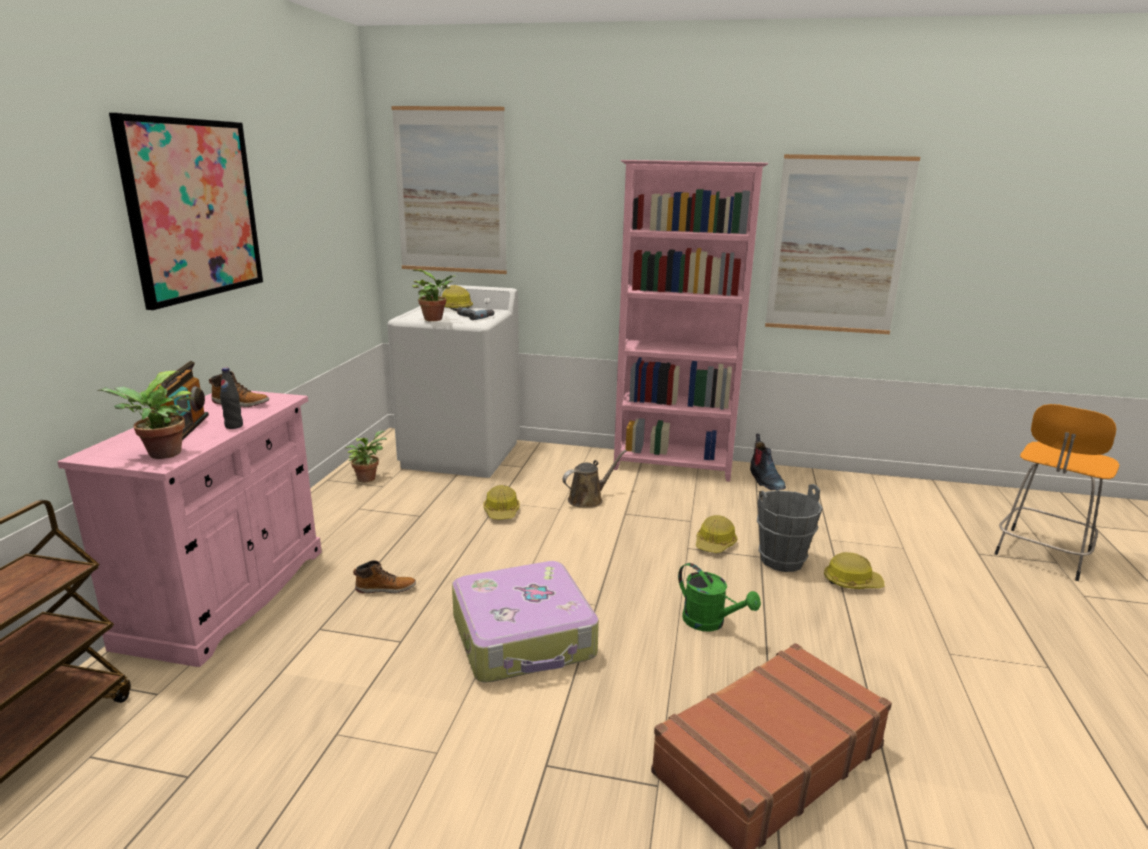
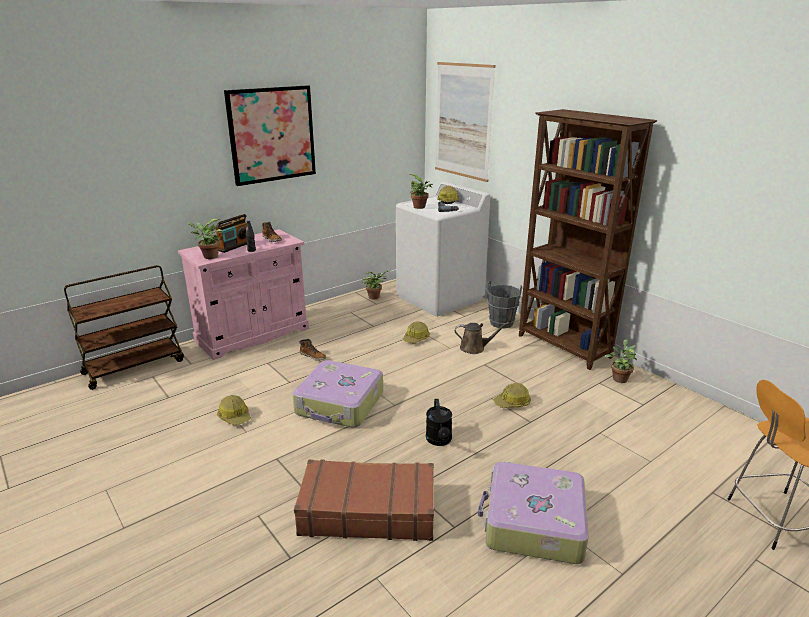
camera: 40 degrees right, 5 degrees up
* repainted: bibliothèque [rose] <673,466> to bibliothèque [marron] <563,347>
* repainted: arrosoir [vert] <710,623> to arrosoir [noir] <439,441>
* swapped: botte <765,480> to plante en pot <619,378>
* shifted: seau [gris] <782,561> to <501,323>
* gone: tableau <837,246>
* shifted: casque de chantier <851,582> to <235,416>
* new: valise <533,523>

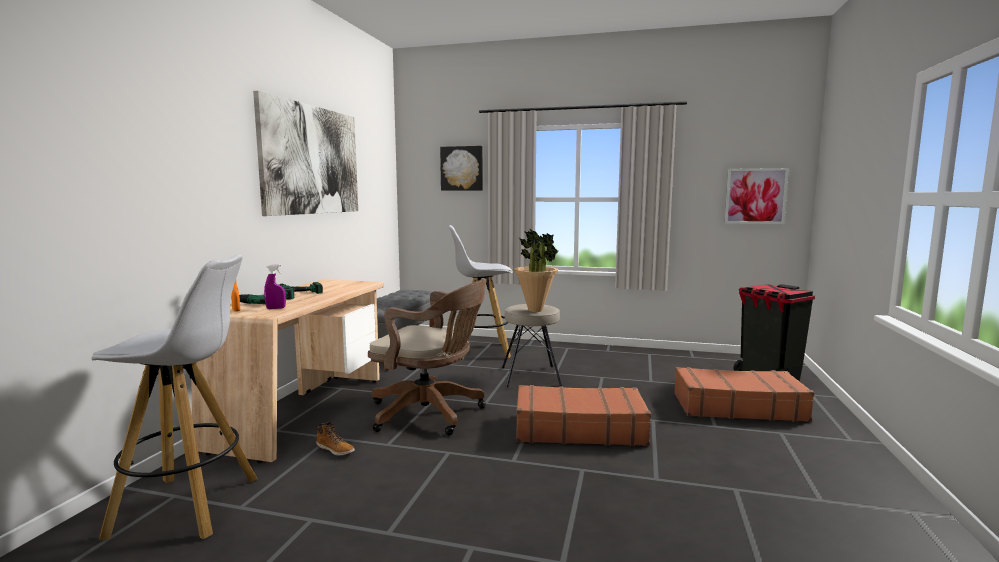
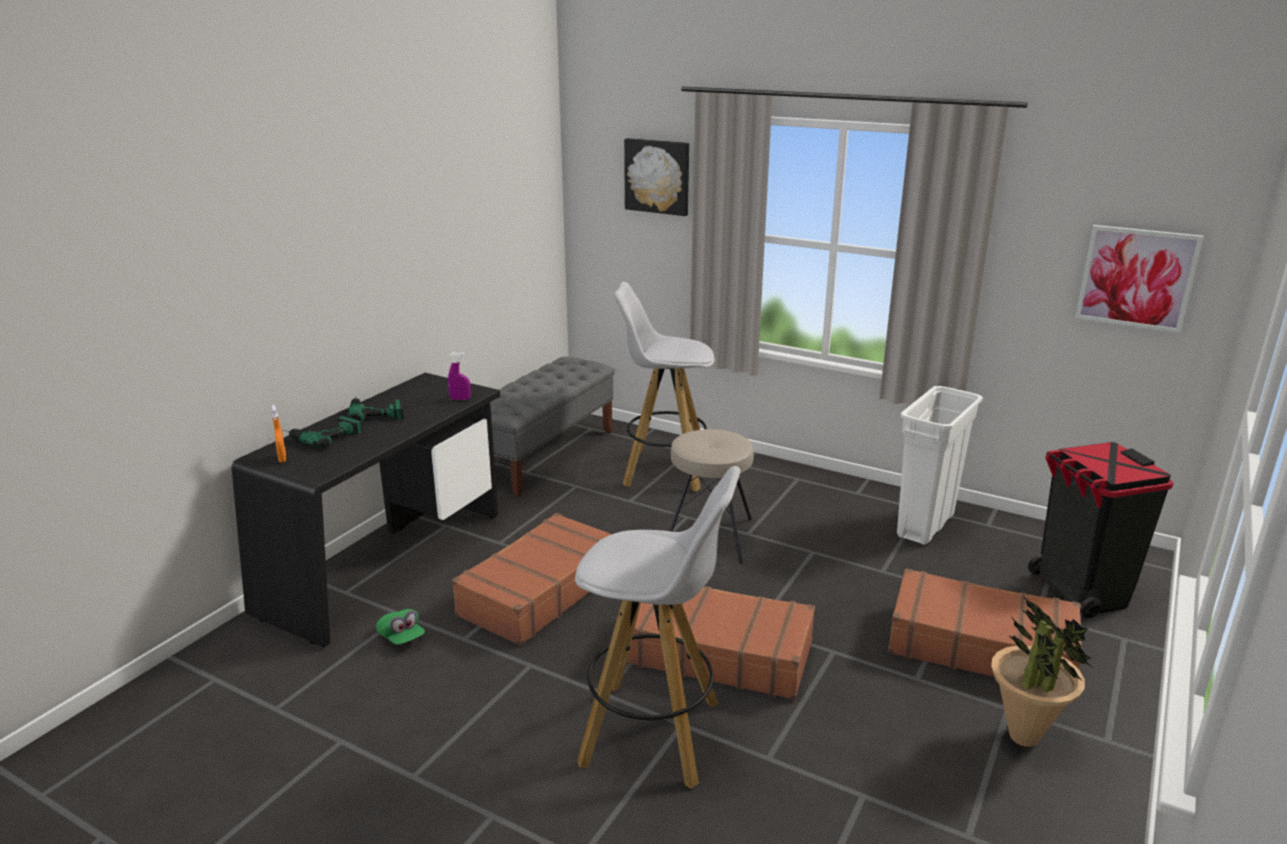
camera: 15 degrees right, 15 degrees up
* shifted: tabouret [blanc] <189,506> to <654,734>
* repainted: bureau [beige] <305,411> to bureau [noir] <388,563>
* gone: tableau <311,160>
* shifted: vaporisateur [violet] <276,308> to <460,399>
* swapped: botte <335,449> to casquette [vert] <401,637>
* swapped: chaise de bureau [marron] <431,414> to valise [marron] <539,592>
* shifted: plante en pot <535,310> to <1024,737>
* new: poubelle [blanc] <925,526>

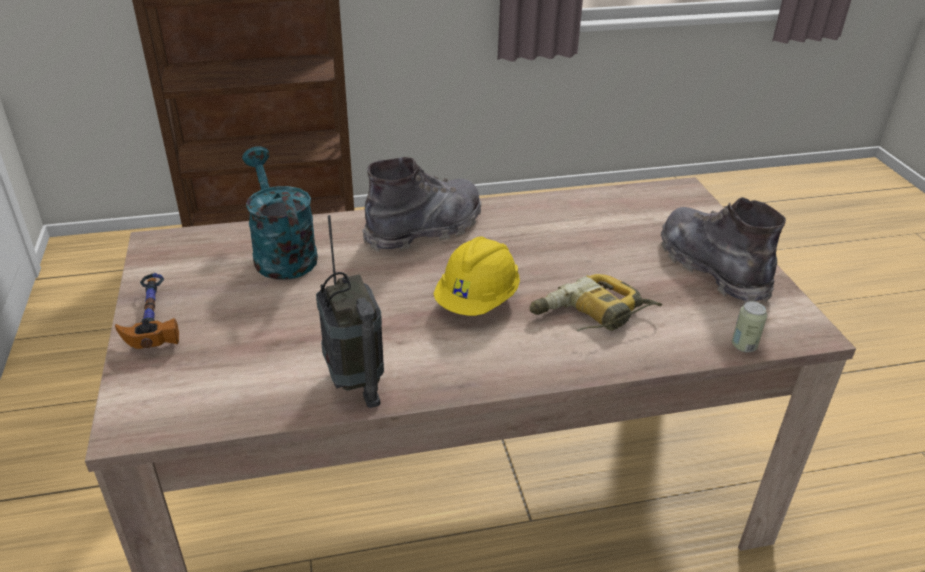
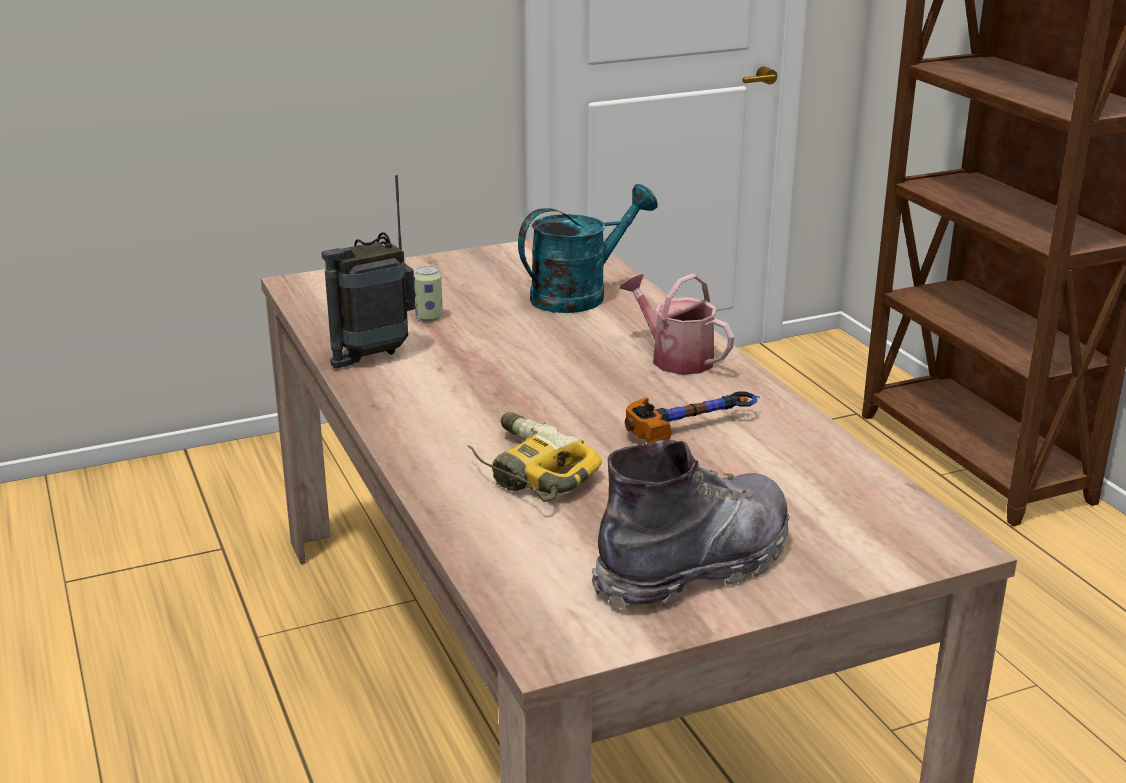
camera: 80 degrees right, 10 degrees down
* shifted: marteau <151,318> to <692,426>
* swapped: botte [gris] <425,230> to arrosoir <675,358>
* gone: casque de chantier [jaune] <477,301>
* shifted: boîte métallique <744,346> to <429,317>

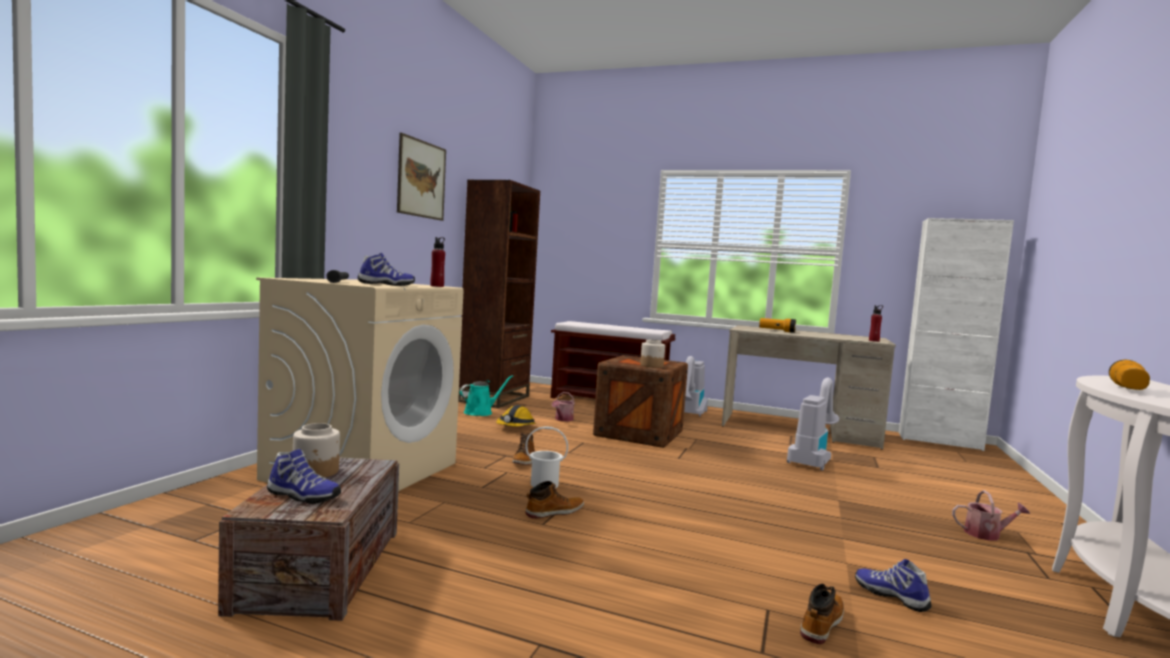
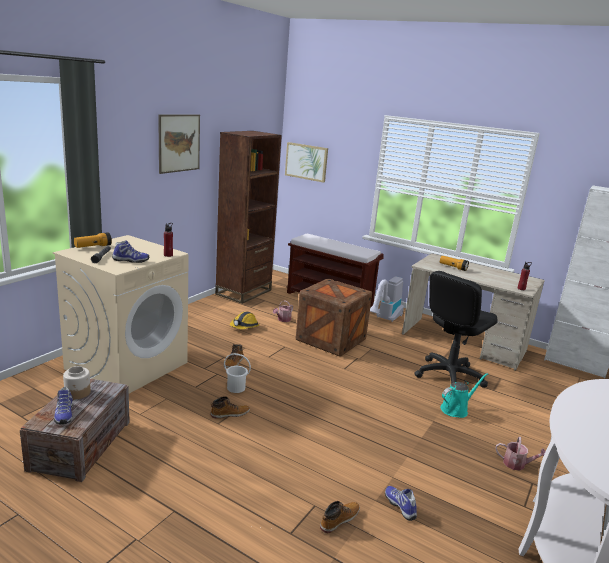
camera: 10 degrees right, 15 degrees up
* rotated: chaussure <301,496> = <63,414> 45 degrees clockwise
* shifted: arrosoir [turquoise] <480,412> to <456,409>
* gone: bocal <652,365>
* swapped: aspirateur <813,458> to chaise de bureau [noir] <449,376>
* shifted: lampe de poche <1128,389> to <93,247>
* new: tableau <306,162>

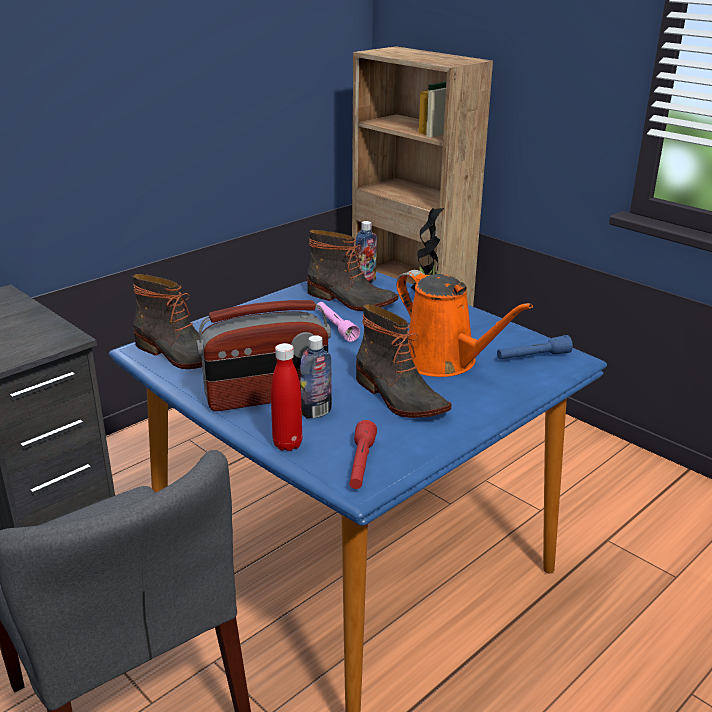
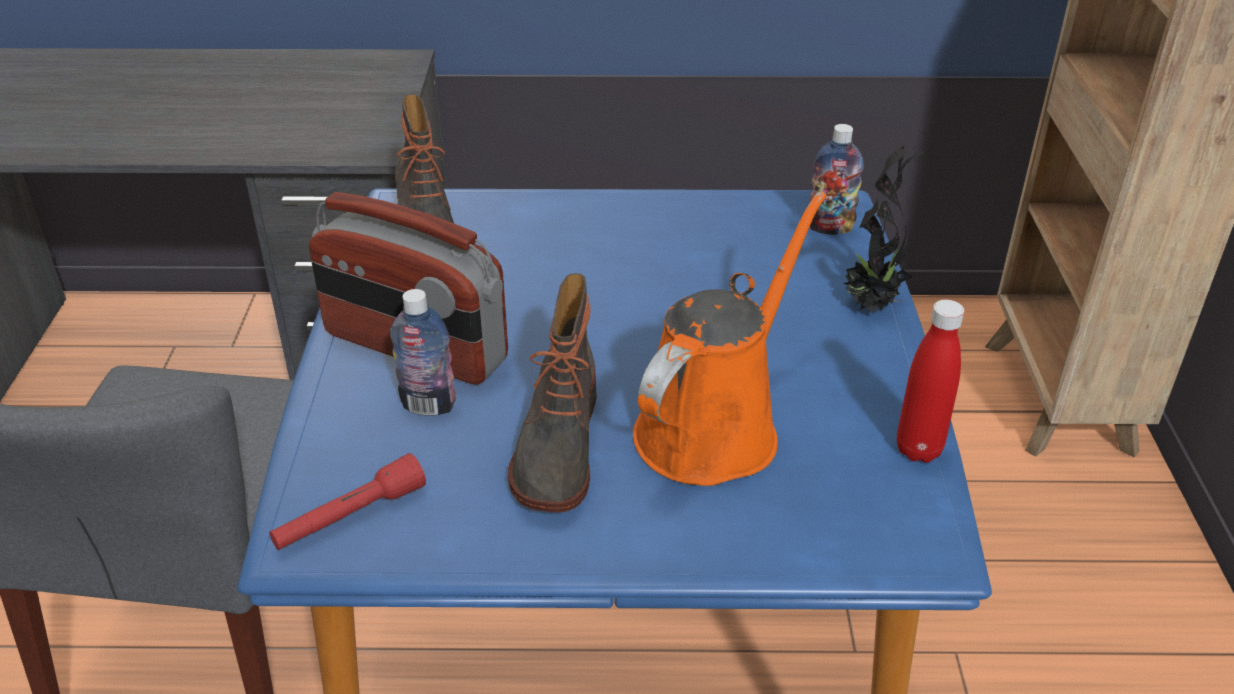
camera: 45 degrees right, 10 degrees up
* shifted: bouteille [rouge] <287,444> to <918,449>
* gone: botte <350,300>
* gone: lampe de poche [rose] <335,327>
* rotated: arrosoir [orange] <444,361> = <714,427> 150 degrees counterclockwise
* gone: lampe de poche [bleu] <532,357>

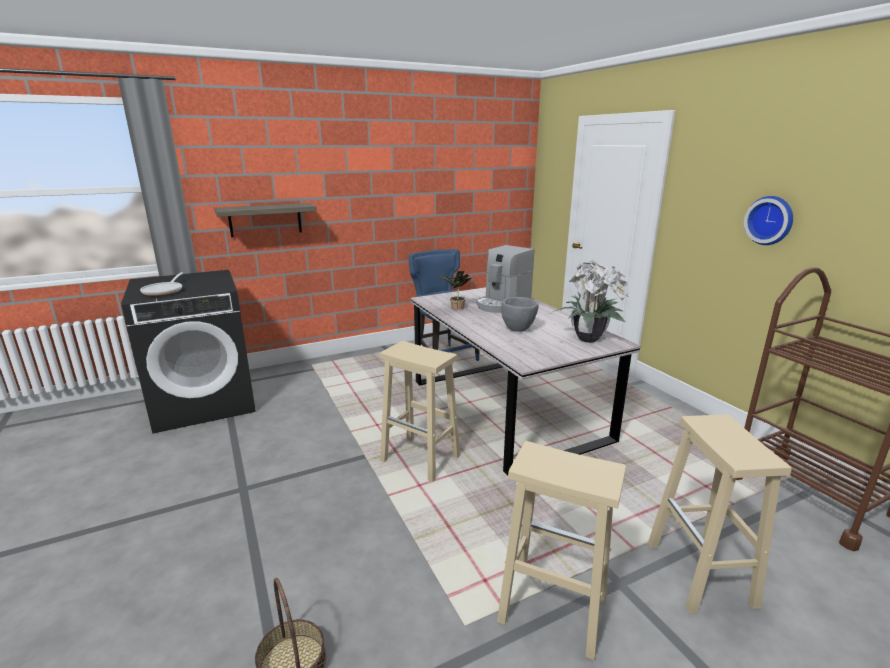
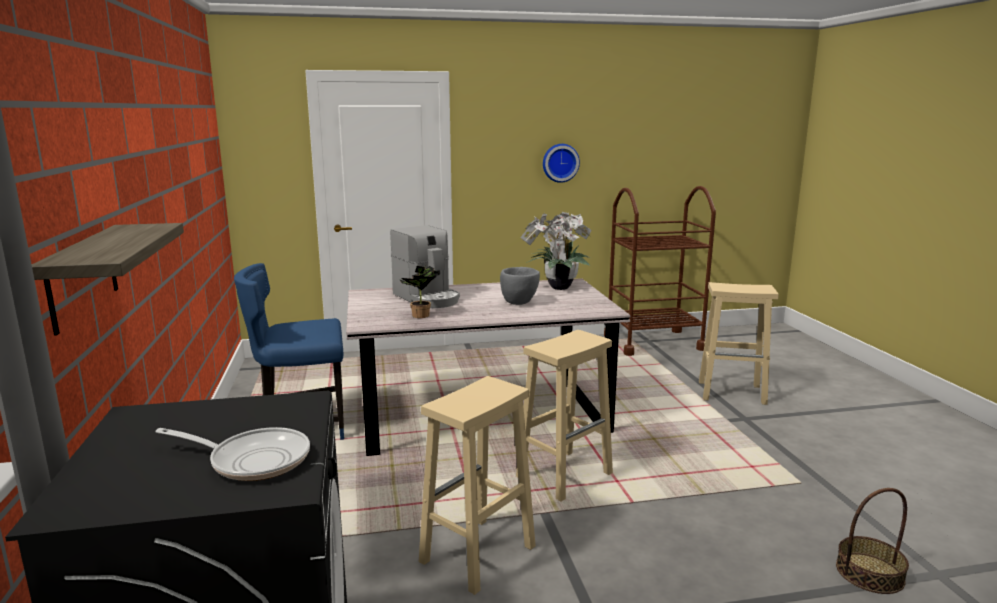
camera: 75 degrees left, 5 degrees down
* shifted: tabouret [beige] <550,609> to <477,555>

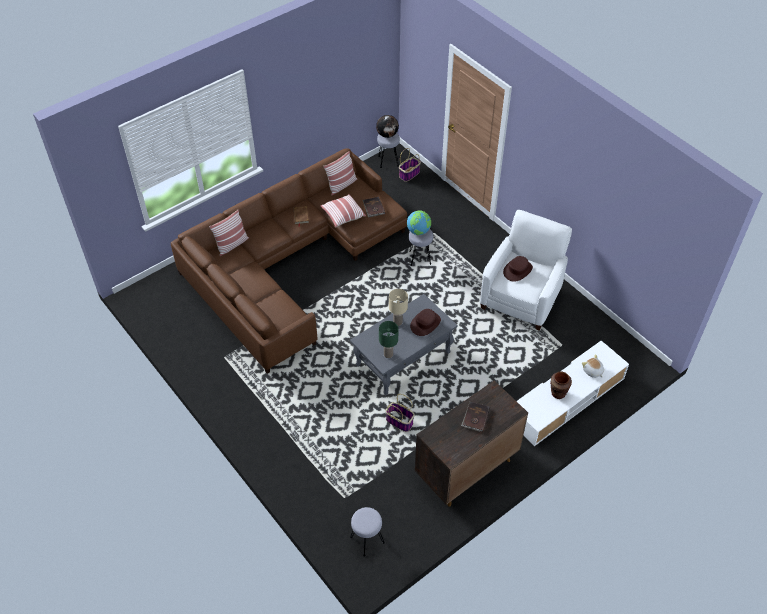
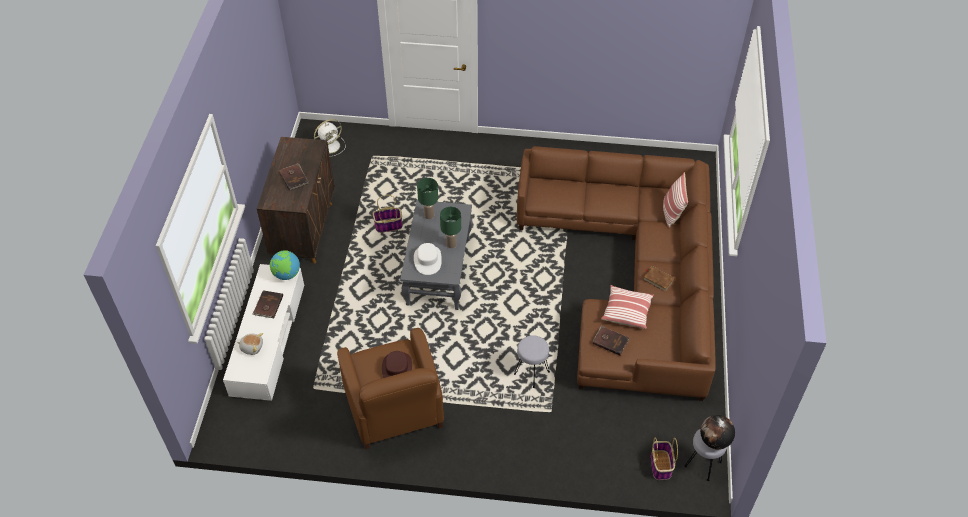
camera: 135 degrees right, 0 degrees up
* gone: coussin <341,185>
* swapped: tabouret [gris] <366,540> to ventilateur [blanc] <331,146>
* repainted: lampe de table [beige] <397,322> to lampe de table [vert] <451,244>
* shifted: globe <418,231> to <286,274>
* repainted: chapeau [marron] <425,323> to chapeau [blanc] <427,260>
* repainted: fauteuil [blanc] <521,297> to fauteuil [marron] <394,408>
* swapped: vase [marron] <558,393> to livre [marron] <268,305>

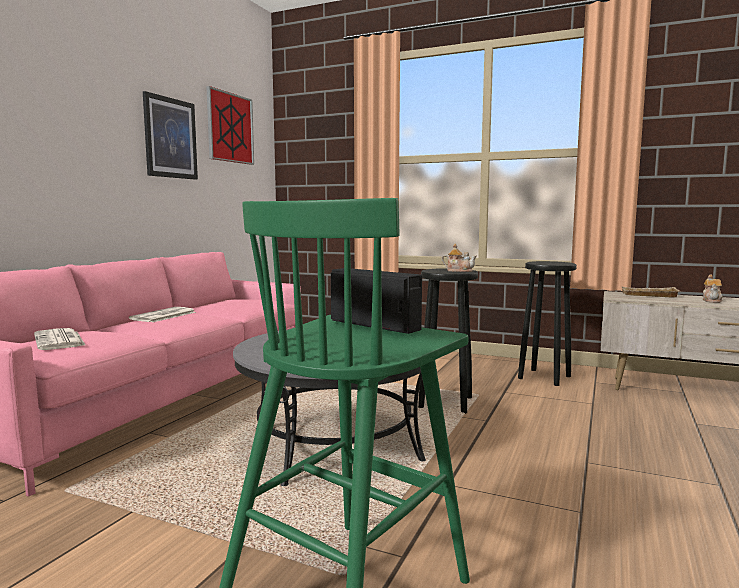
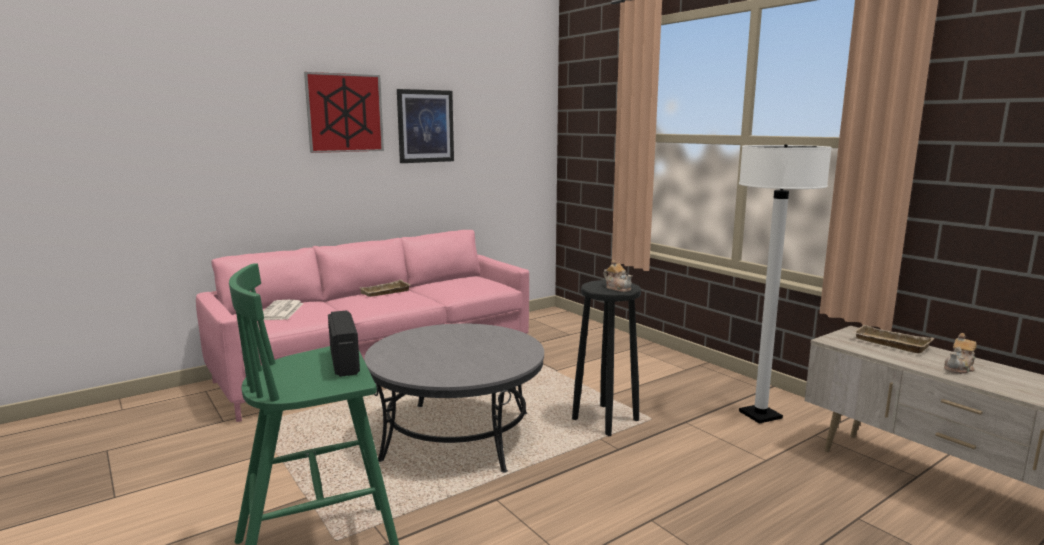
camera: 30 degrees right, 5 degrees up
* swapped: journal <163,316> to plateau [beige] <385,292>
* shifted: tableau <230,128> to <345,113>
* swapped: tabouret [noir] <545,377> to lampadaire [blanc] <760,415>

